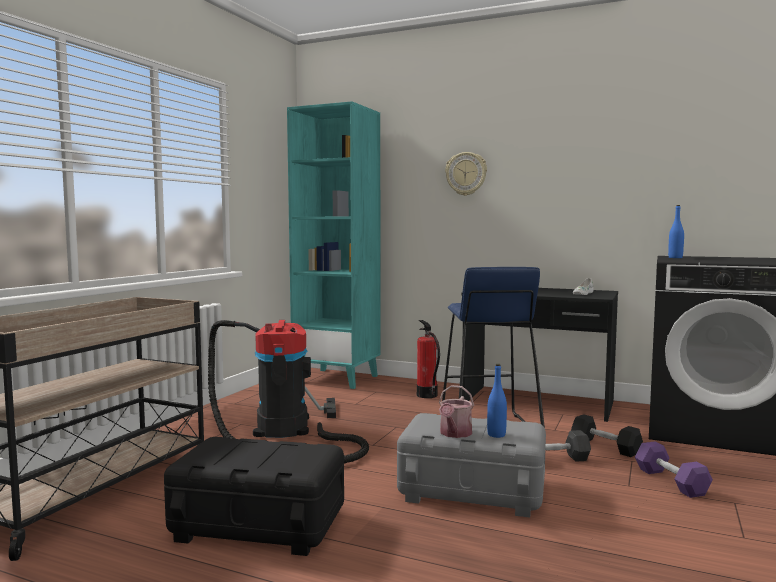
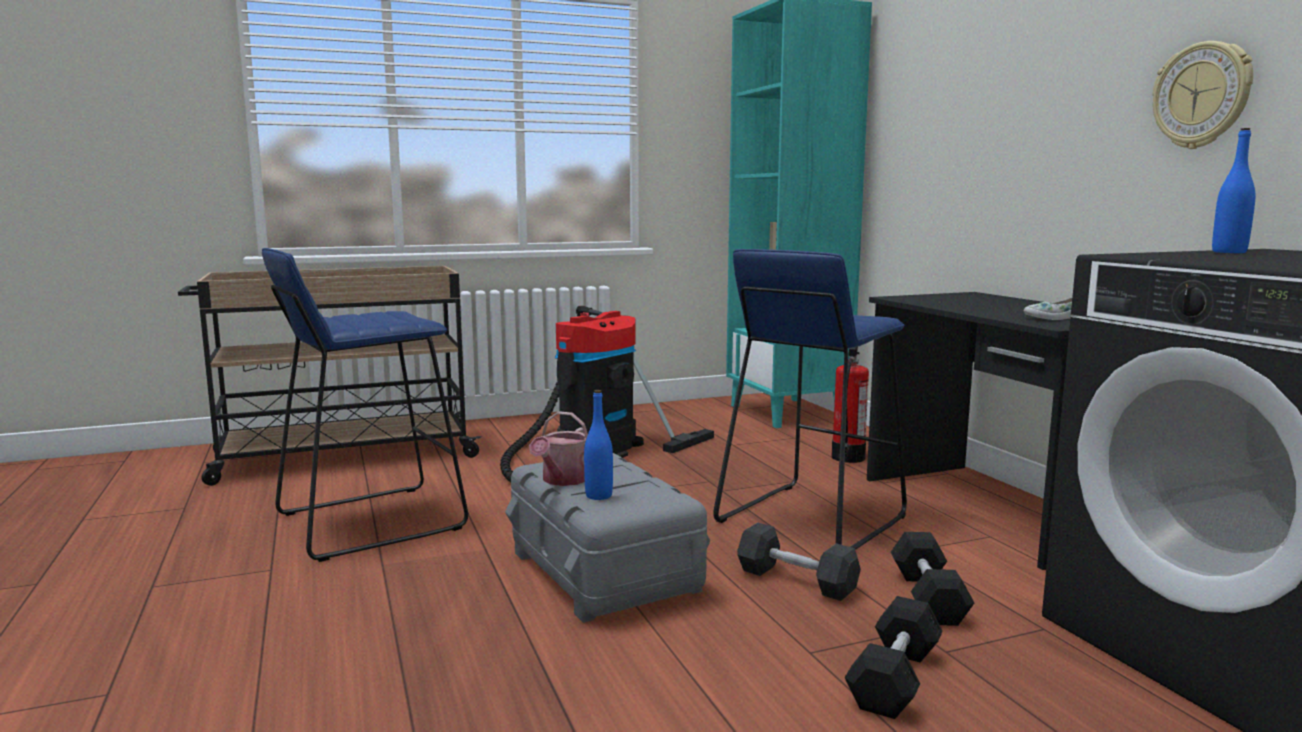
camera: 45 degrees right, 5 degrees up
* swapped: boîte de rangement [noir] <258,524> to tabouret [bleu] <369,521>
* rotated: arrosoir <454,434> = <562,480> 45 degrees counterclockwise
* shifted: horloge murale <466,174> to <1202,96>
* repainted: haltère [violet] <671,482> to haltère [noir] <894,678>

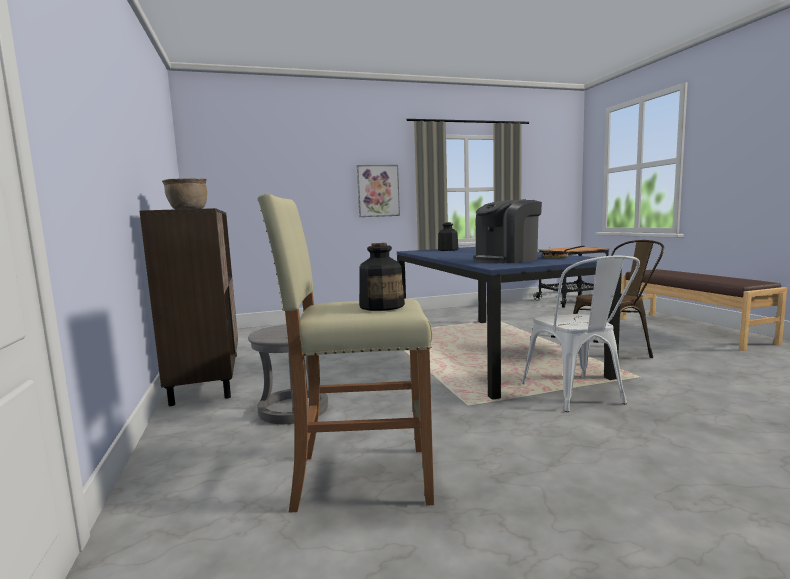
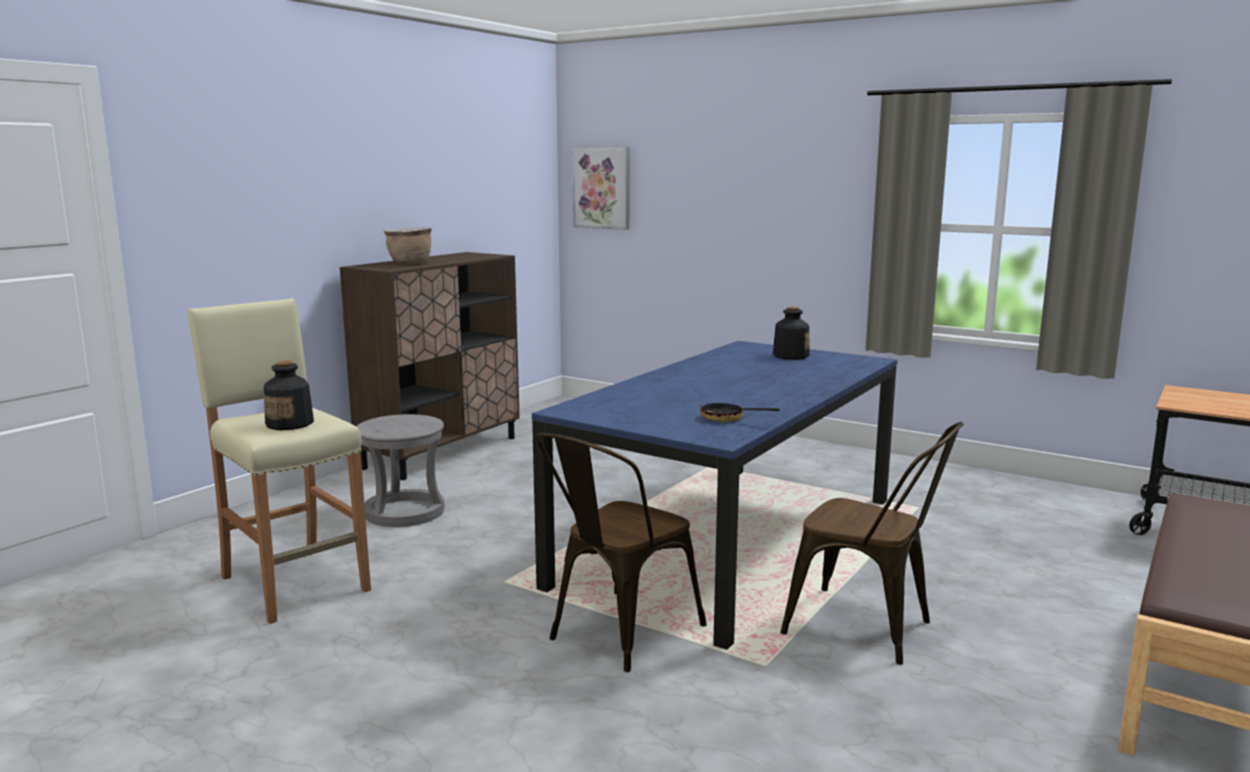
camera: 50 degrees right, 5 degrees up
* shifted: tableau <378,191> to <602,188>
* gone: machine à café <506,260>
* repainted: chaise [blanc] <578,396> to chaise [marron] <617,636>

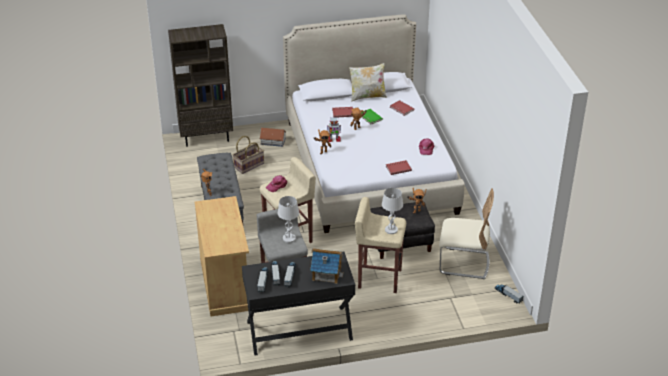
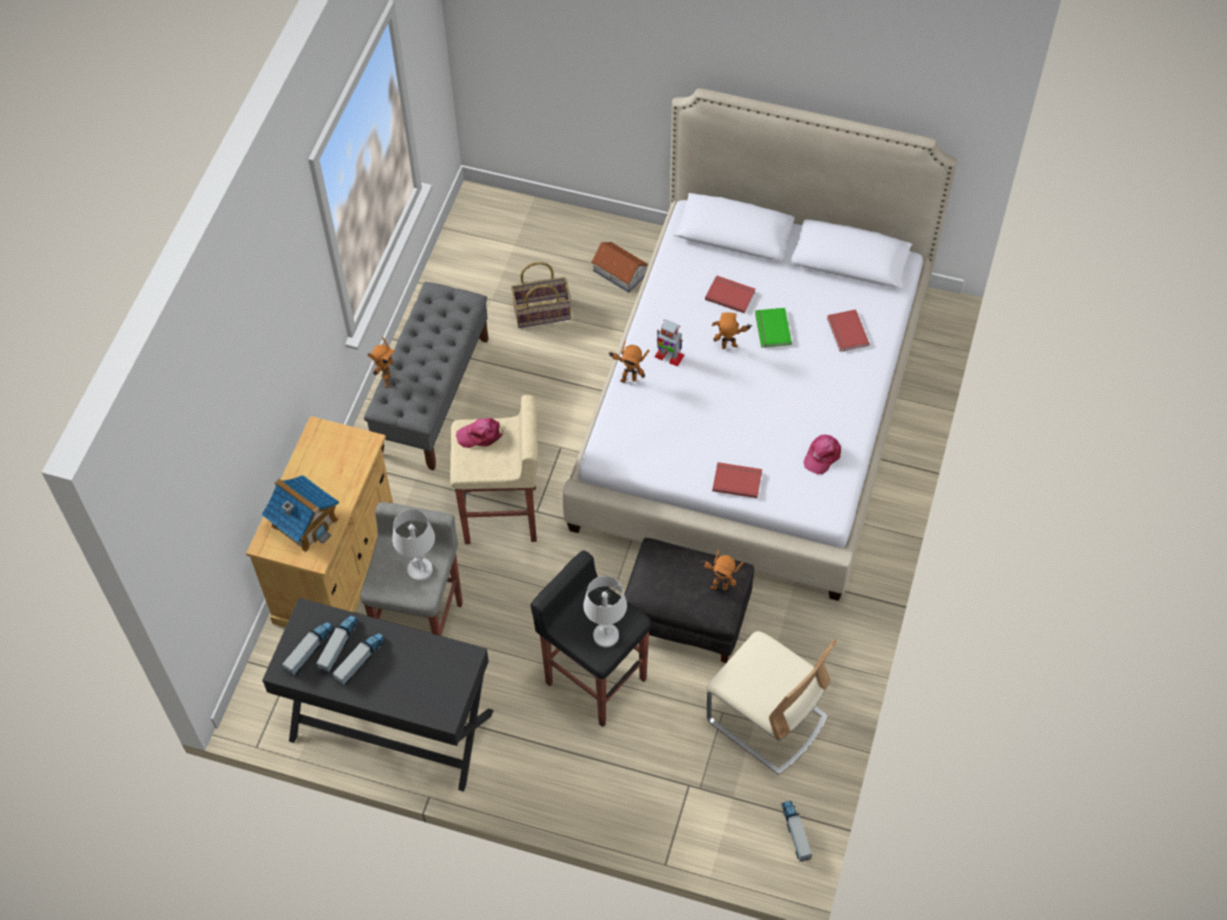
camera: 30 degrees right, 20 degrees up
* gone: bibliothèque [marron] <206,137>
* shifted: maison miniature <326,273> to <305,523>
* gone: coussin <367,96>
* repainted: tabouret [beige] <379,278> to tabouret [noir] <595,679>

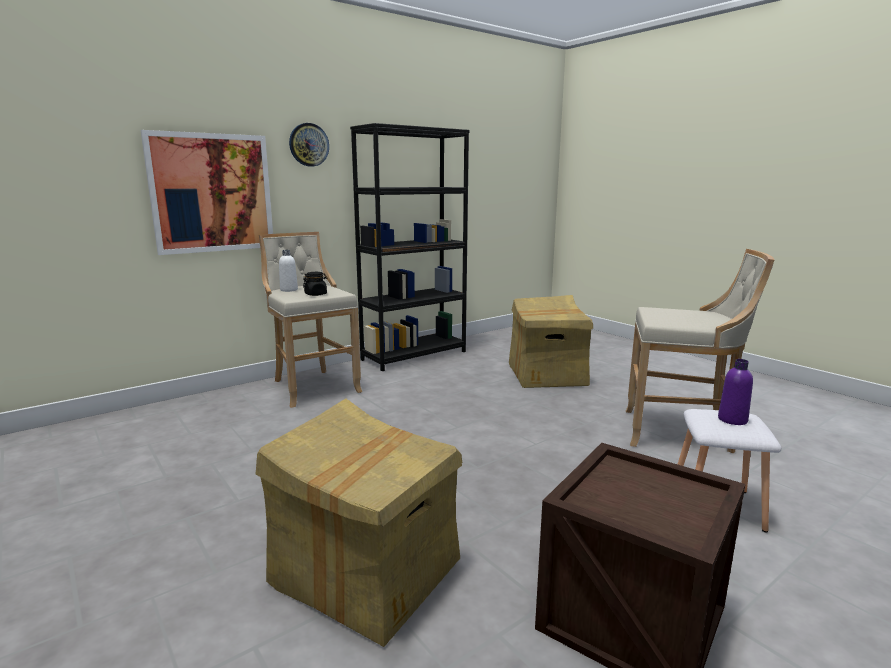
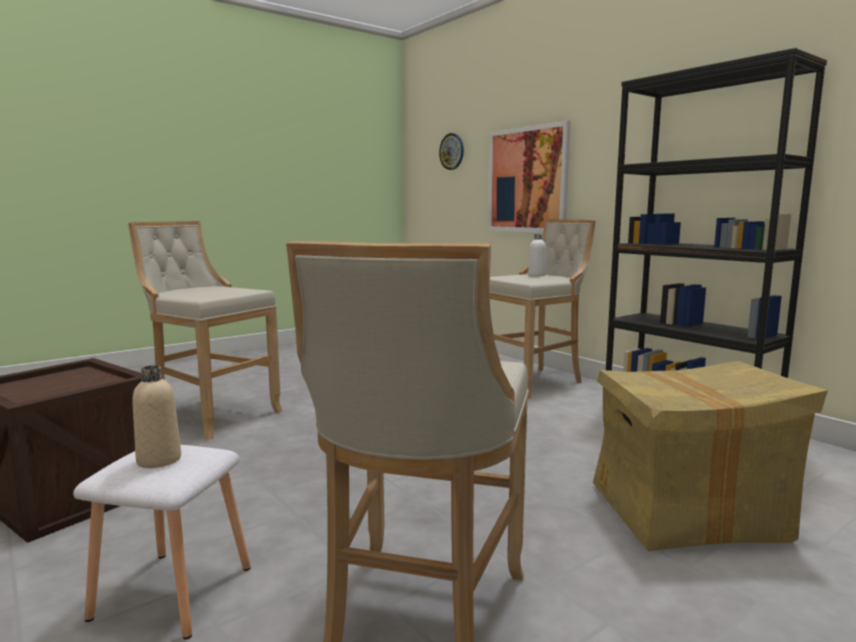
camera: 90 degrees right, 5 degrees down
* swapped: carton <365,572> to tabouret [beige] <211,415>
* shifted: horloge murale <309,145> to <452,151>
* gone: bocal [noir] <316,294>
* repainted: bouteille [violet] <732,420> to bouteille [beige] <159,460>

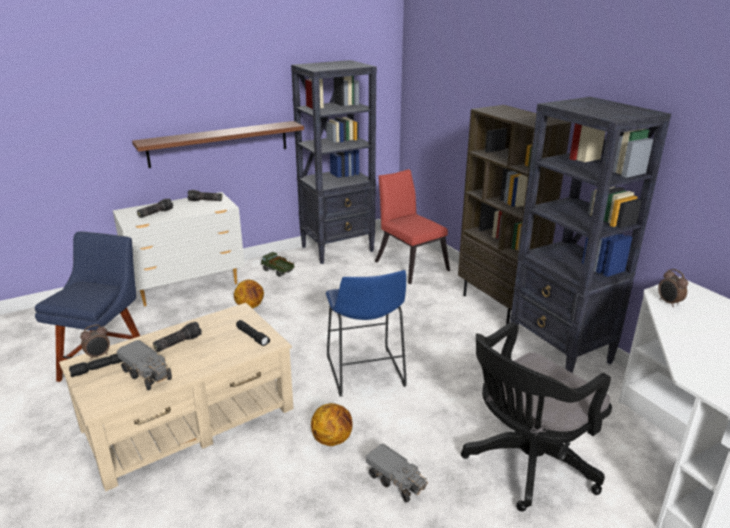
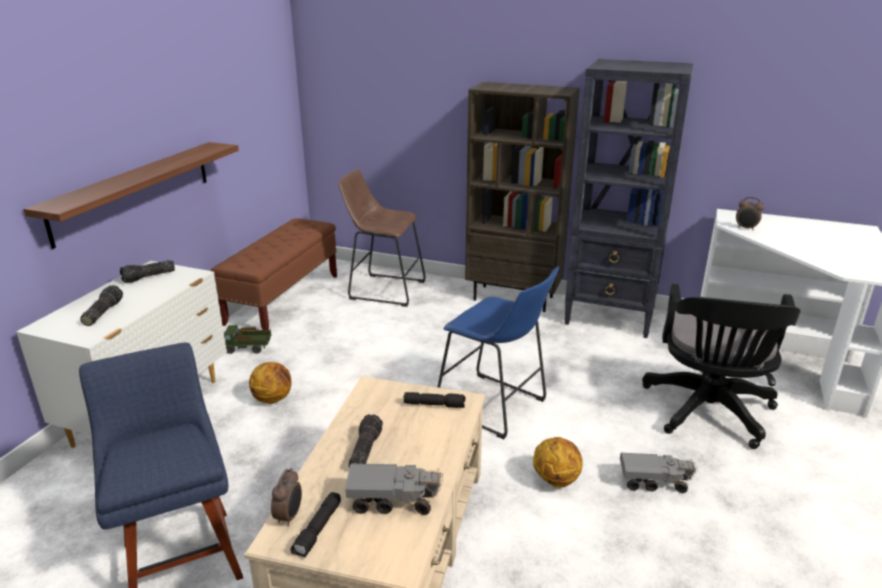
camera: 40 degrees left, 0 degrees up
* swapped: bibliothèque [noir] <338,249> to banc [marron] <283,299>
* swapped: chaise [rouge] <409,264> to tabouret [marron] <383,289>

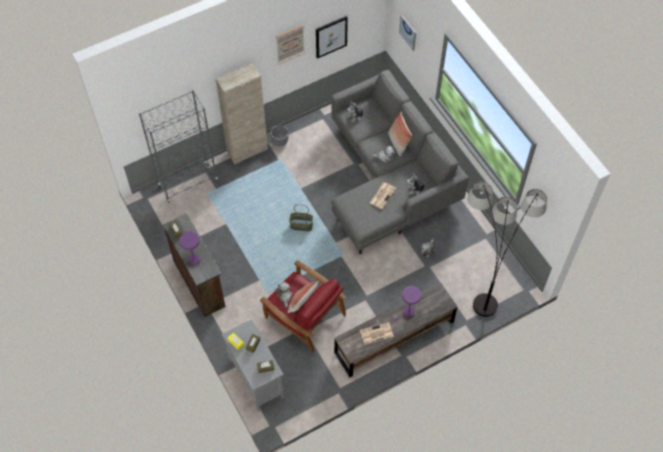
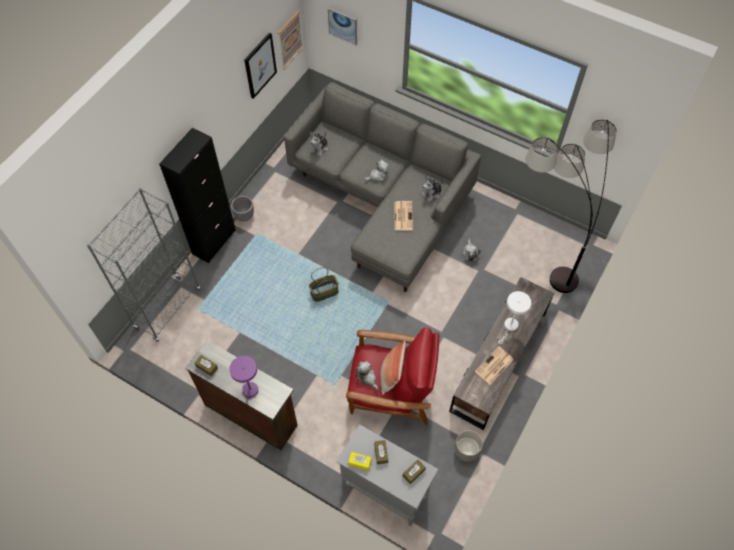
camera: 30 degrees left, 0 degrees up
* repainted: meuble de rangement [beige] <247,151> to meuble de rangement [noir] <214,242>
* shifted: tableau <290,44> to <290,39>
* gone: coussin <398,143>
* repainted: lampe de table [violet] <406,313> to lampe de table [blanc] <510,327>
* new: cache-pot [gris] <466,450>

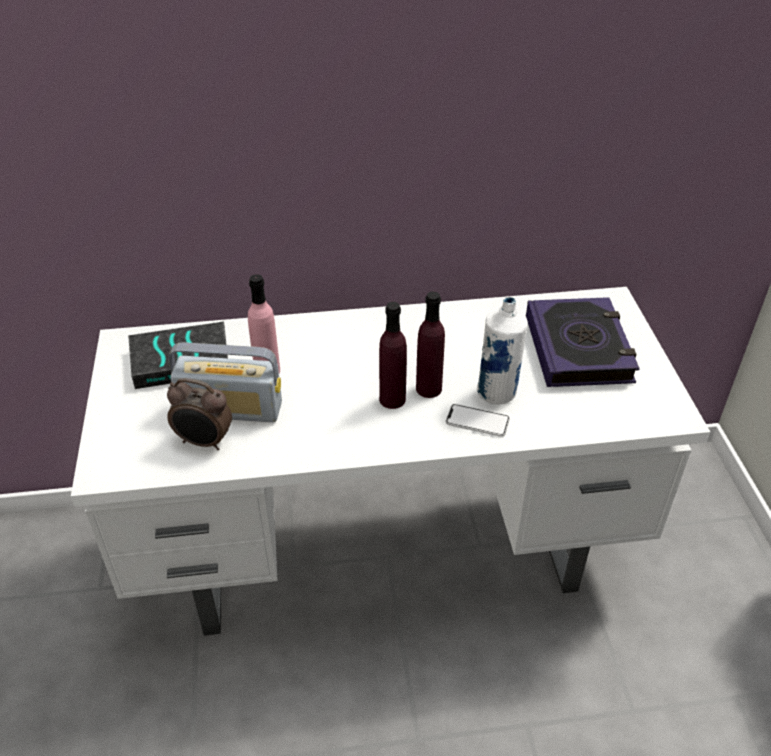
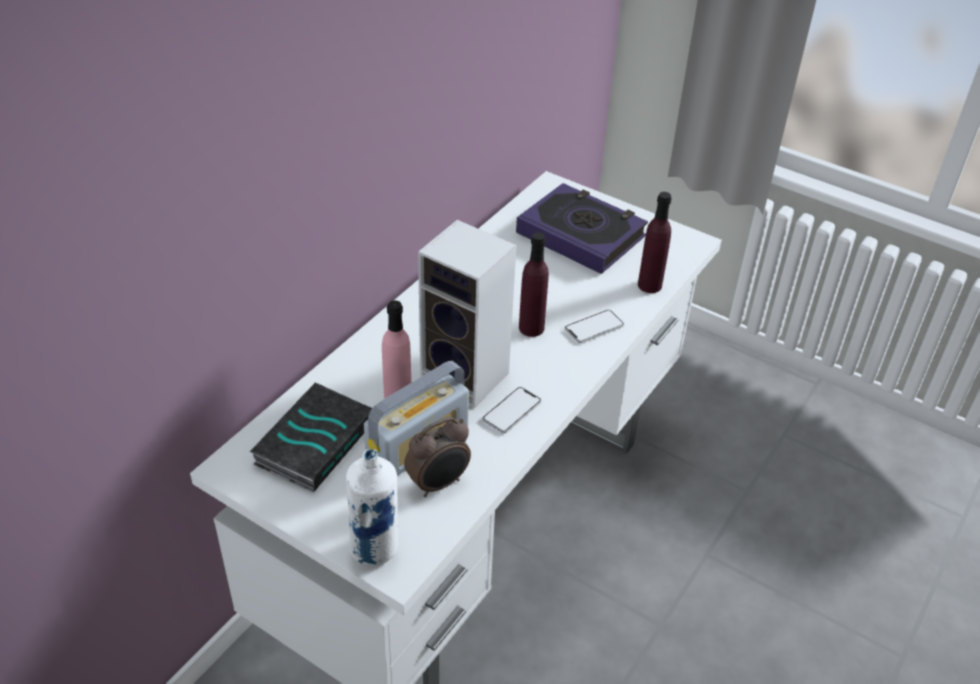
camera: 50 degrees left, 0 degrees up
* shifted: bouteille [violet] <392,399> to <649,285>
* shifted: bouteille [blanc] <497,393> to <375,548>
* new: enceinte <468,376>
* new: téléphone <512,411>

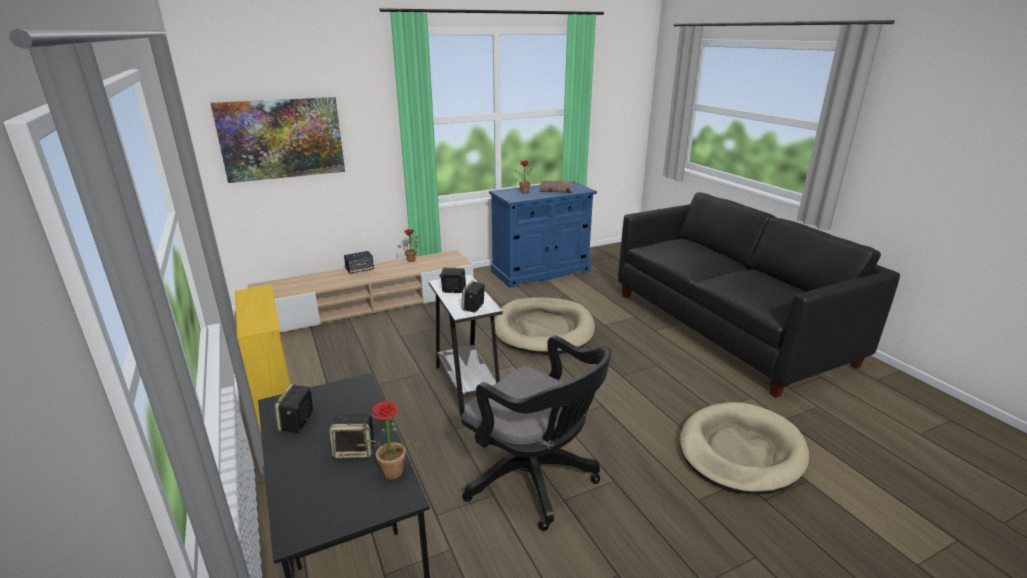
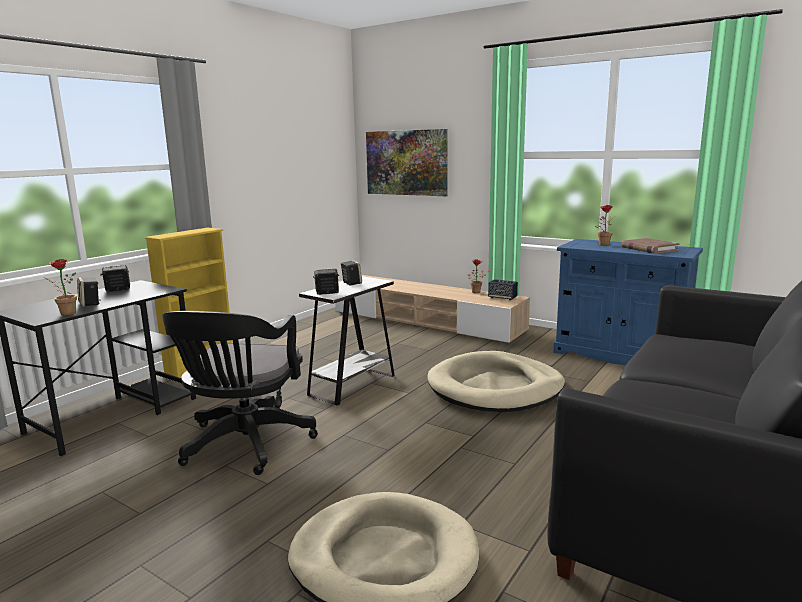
camera: 60 degrees right, 10 degrees down
* shifted: enceinte <360,270> to <502,298>

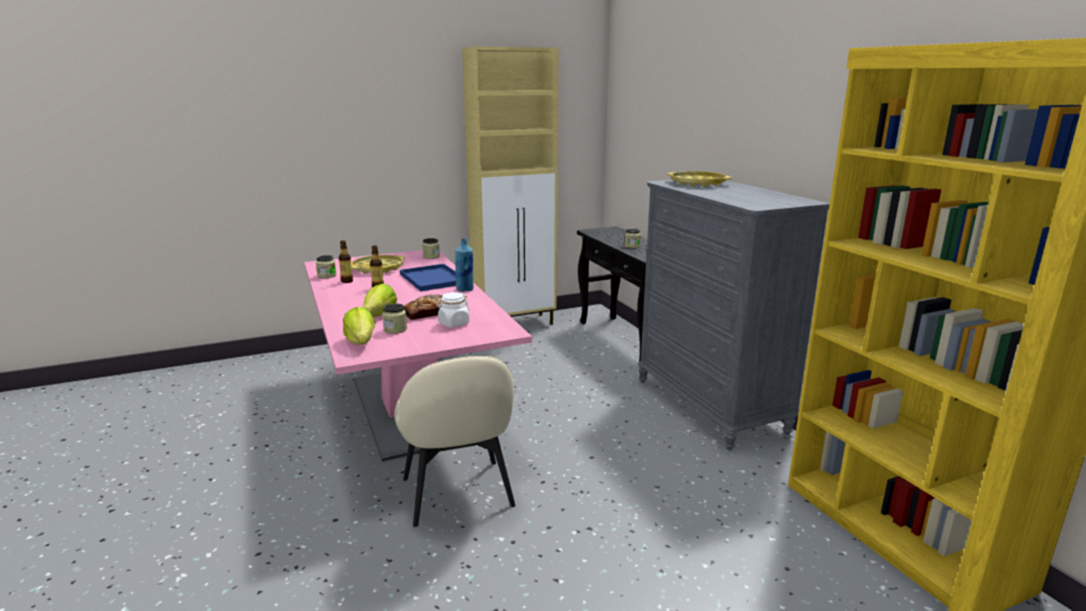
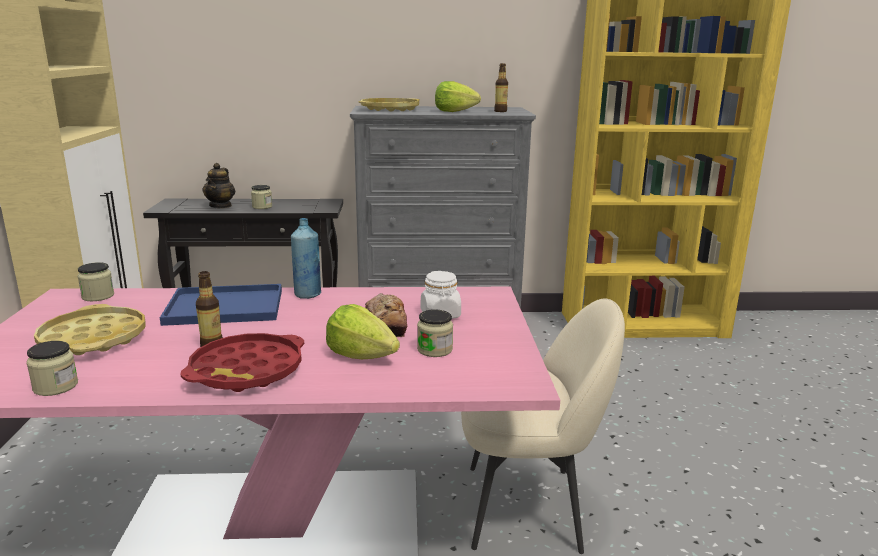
camera: 70 degrees left, 0 degrees up
* shifted: bouteille <347,281> to <500,111>
* shifted: laitue <361,342> to <454,111>
* new: plateau [rouge] <247,371>
* new: théière <221,206>

